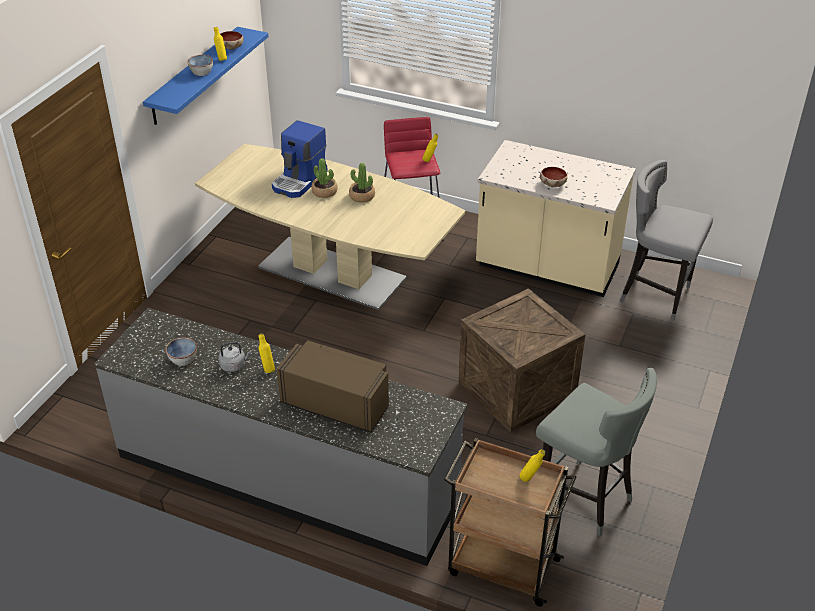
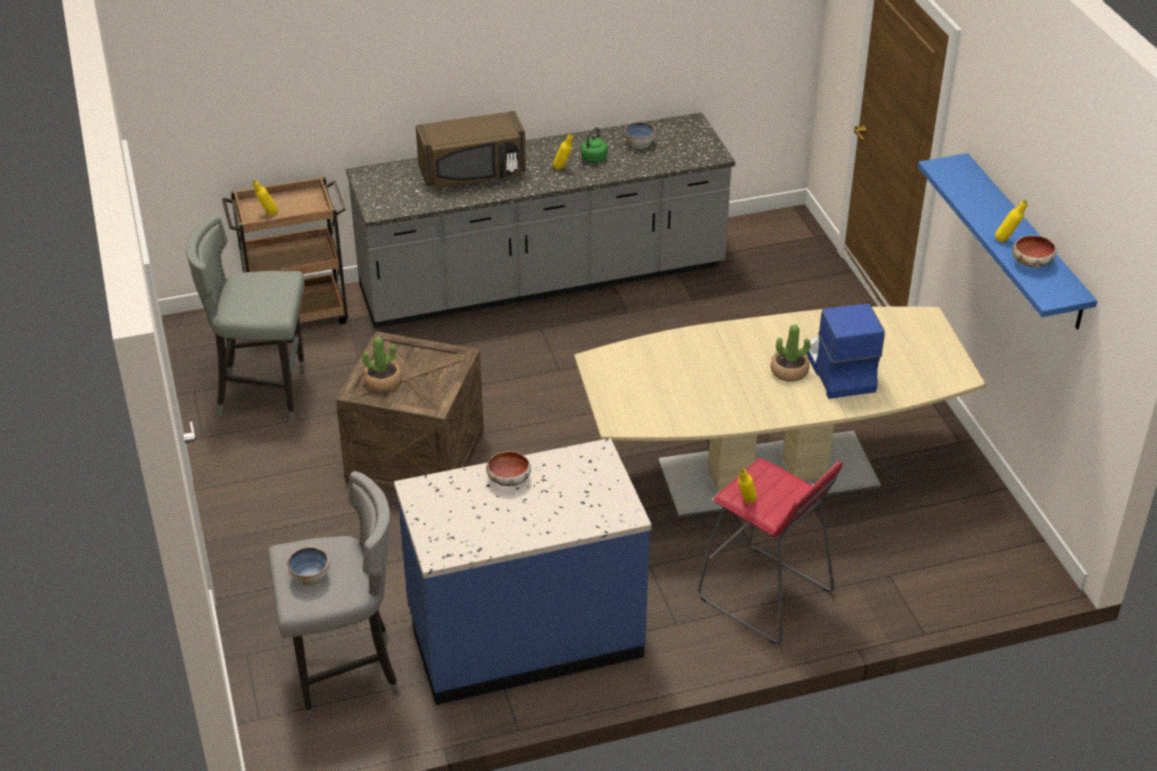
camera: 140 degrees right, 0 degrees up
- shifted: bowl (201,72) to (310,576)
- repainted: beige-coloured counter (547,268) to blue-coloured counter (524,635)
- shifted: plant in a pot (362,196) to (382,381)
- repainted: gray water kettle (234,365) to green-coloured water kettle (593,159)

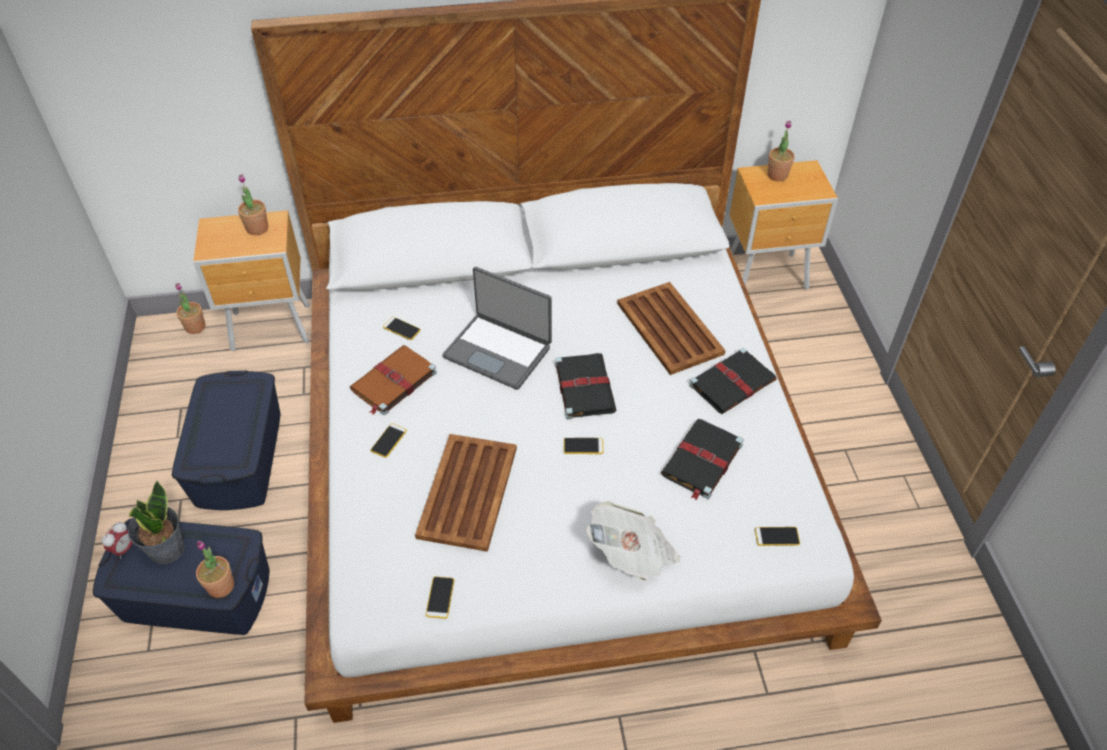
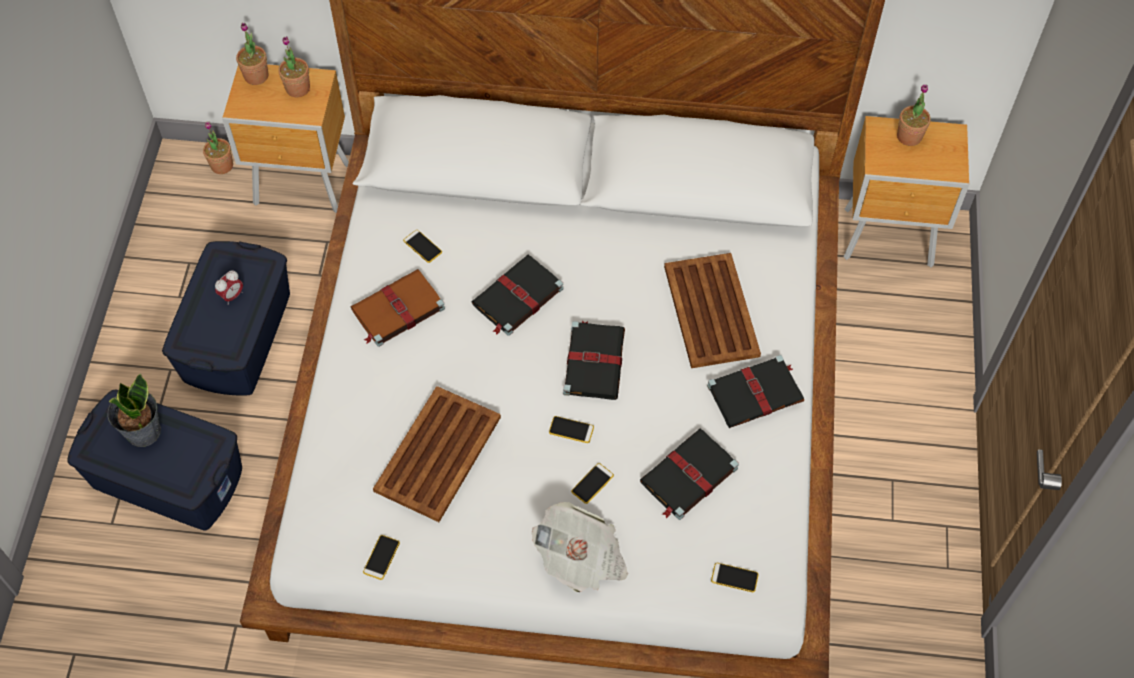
camera: 15 degrees right, 10 degrees up
- swapped: portable computer (498,351) to black bound book (517,297)
- shifted: telephone (388,440) to (592,483)
- shifted: table clock (124,549) to (232,296)
- shifted: plant in a pot (221,586) to (256,76)

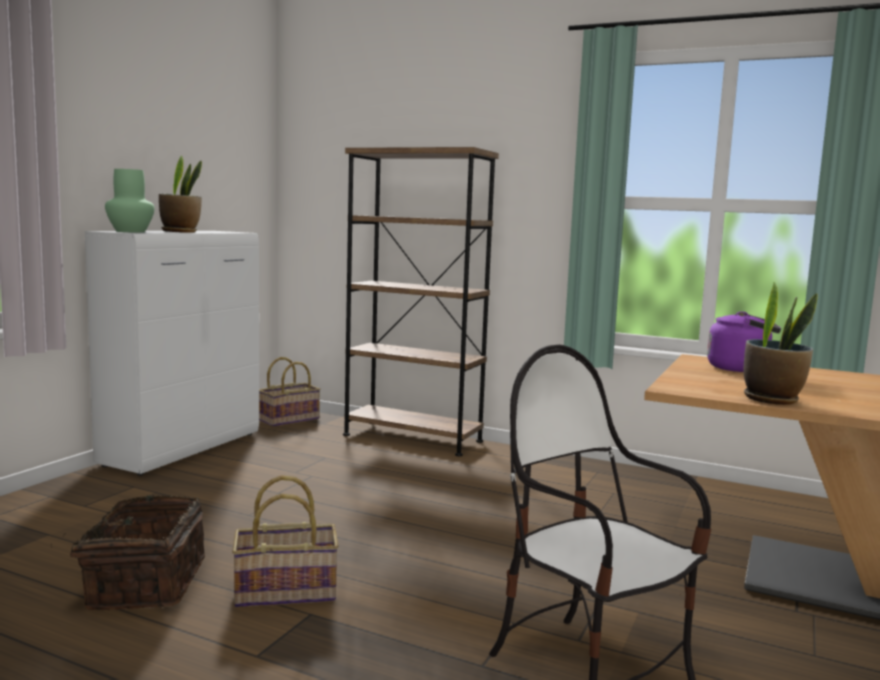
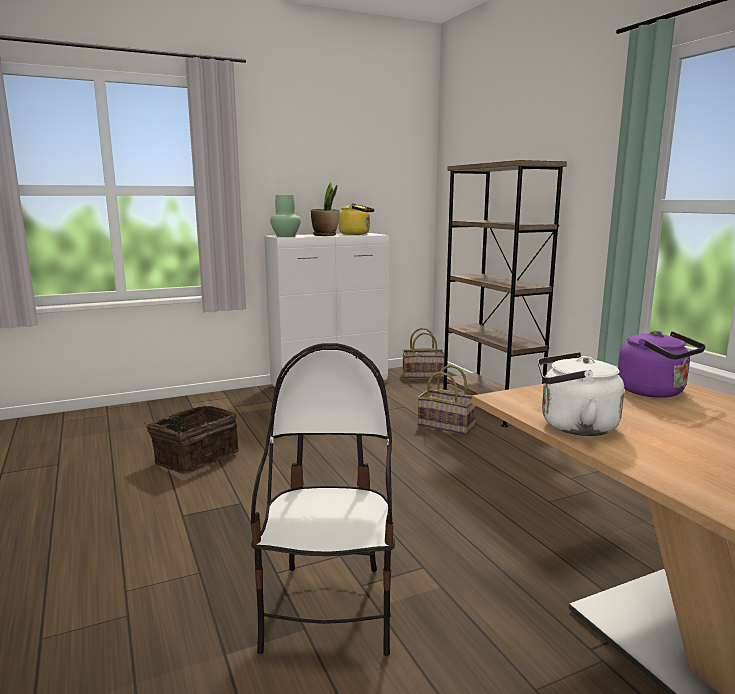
camera: 40 degrees right, 5 degrees up
- swapped: plant in a pot (772,399) to white water kettle (573,426)
- shifted: household basket (286,591) to (446,425)
- new: yellowish water kettle (356,234)

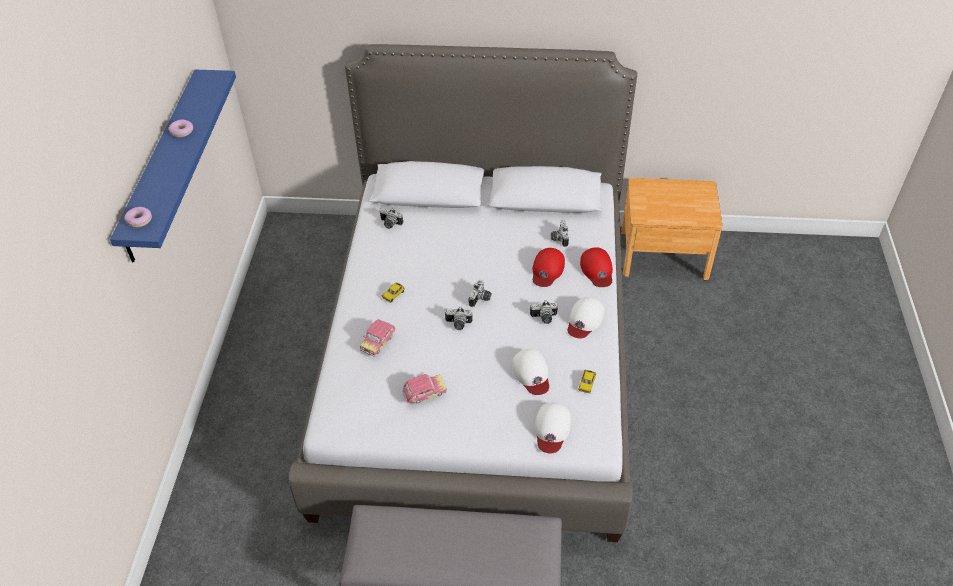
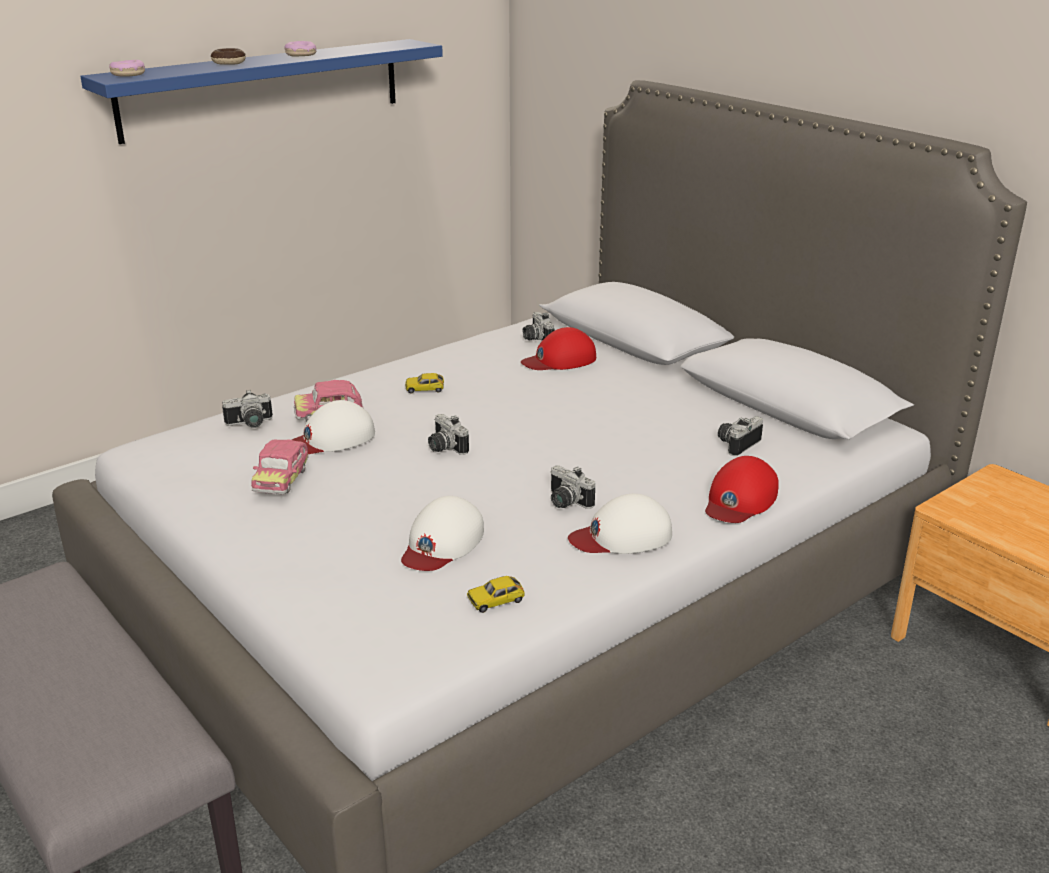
camera: 45 degrees right, 20 degrees down
- shifted: red baseball cap (547,270) to (559,360)
- shifted: still camera (481,299) to (250,424)
- rotated: model car (424,393) = (282,479) 75 degrees clockwise
- shifted: white baseball cap (552,429) to (332,438)
- new: ring doughnut (229,63)

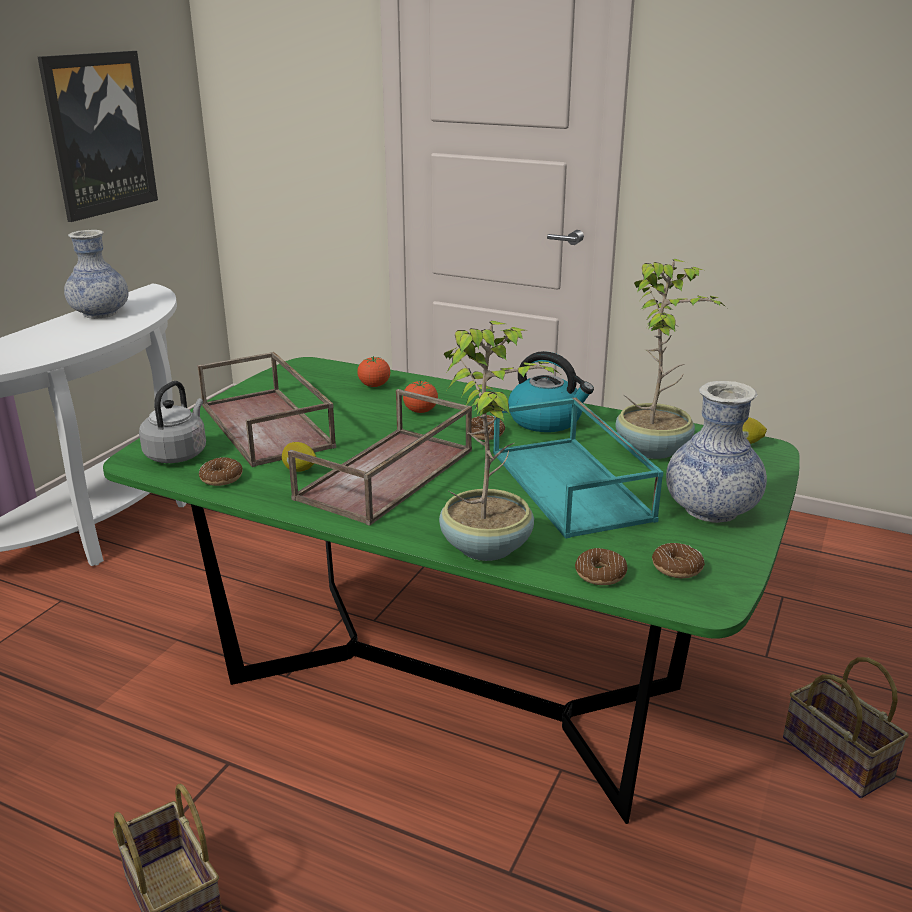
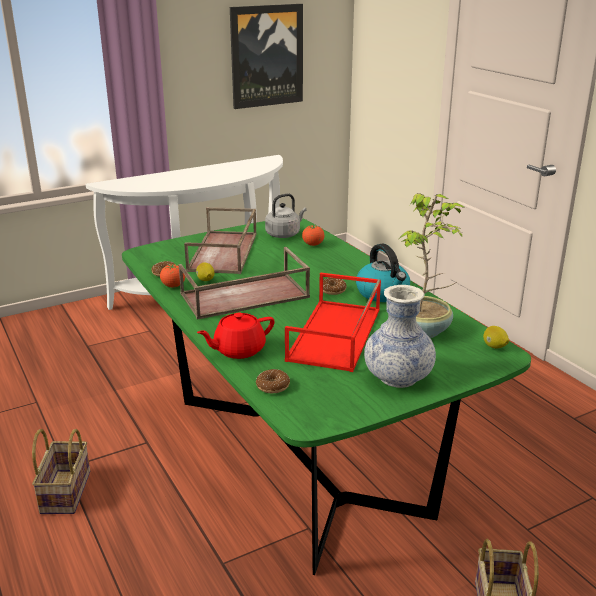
camera: 35 degrees right, 0 degrees up
- gone: vase (100,313)
- swapped: plant in a pot (487,545) to red pot for tea (238,350)
- shifted: fresh tomato (420,411) to (173,286)
- shifted: gray water kettle (178,454) to (284,234)
- repainted: turquoise-coloured carrying tray (572,485) to red carrying tray (336,335)
- gone: ring doughnut (677,568)

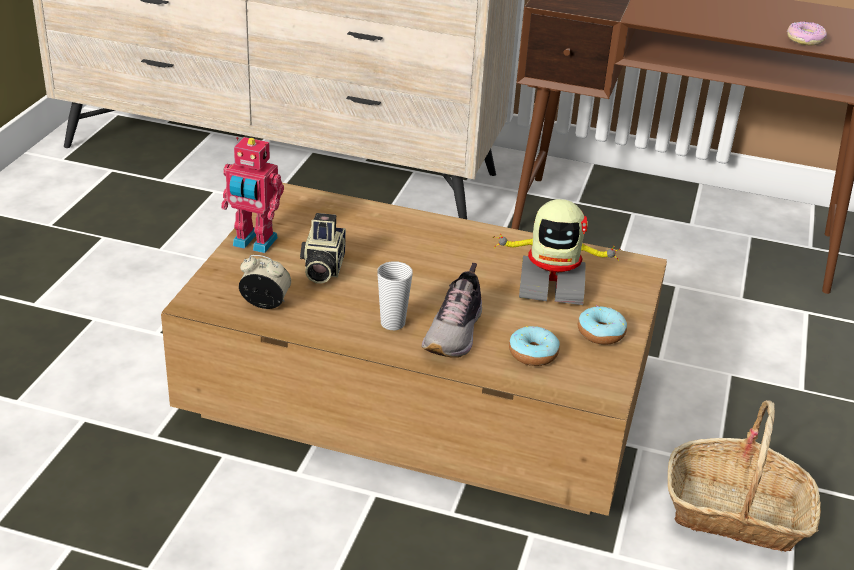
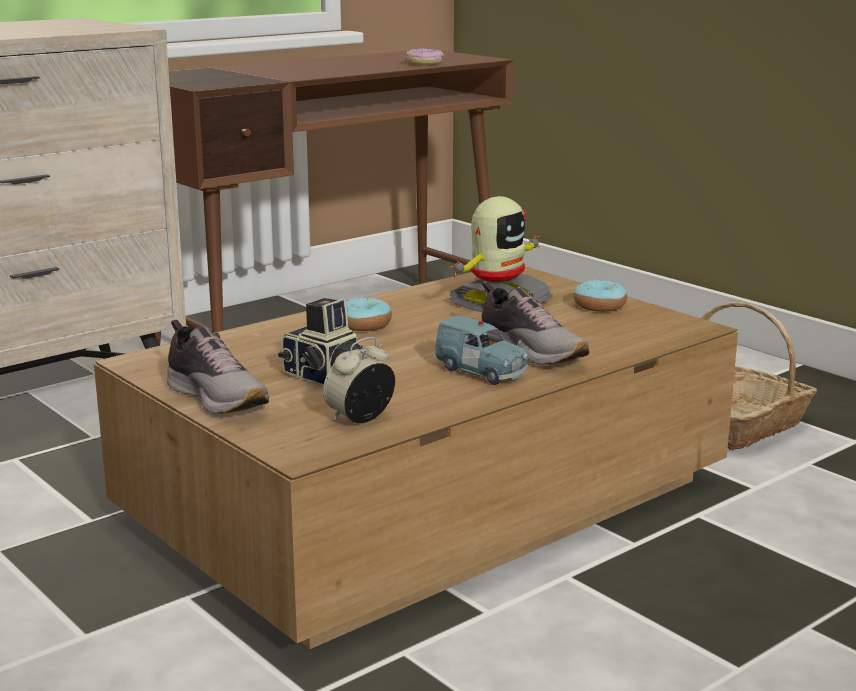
camera: 55 degrees left, 15 degrees down
- swapped: robot figure (253,243) to low shoe (218,398)
- swapped: small cup (392,323) to blue-coloured model car (481,372)
- shifted: ring doughnut (533,354) to (364,325)

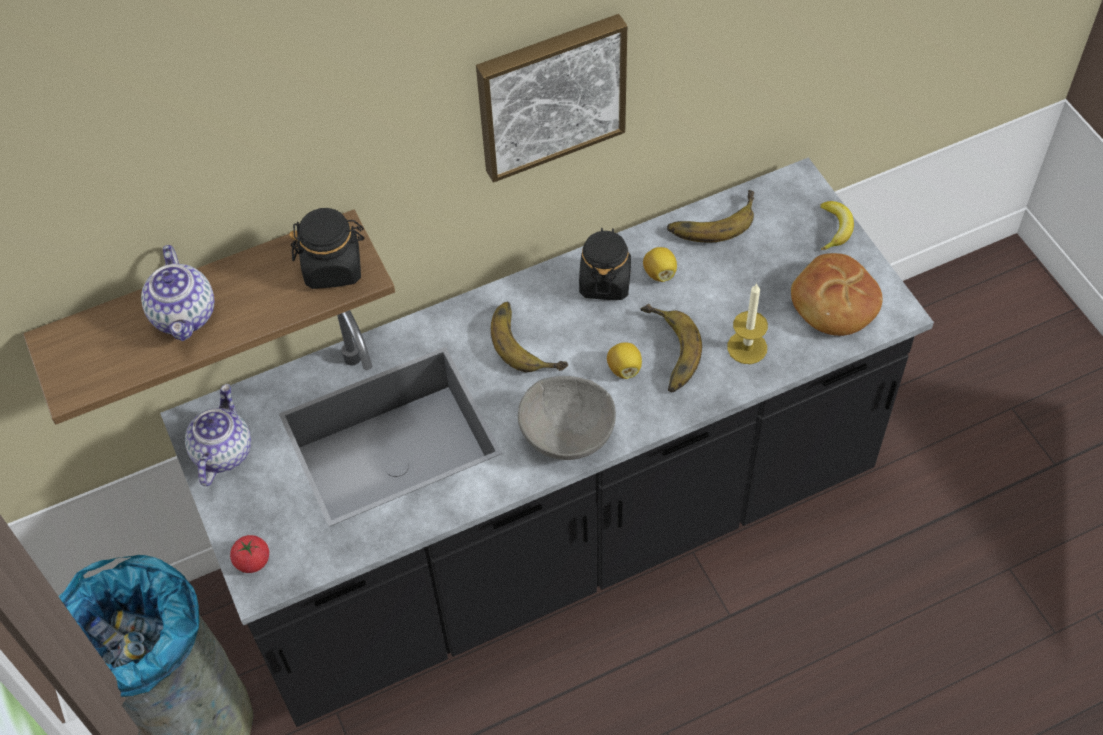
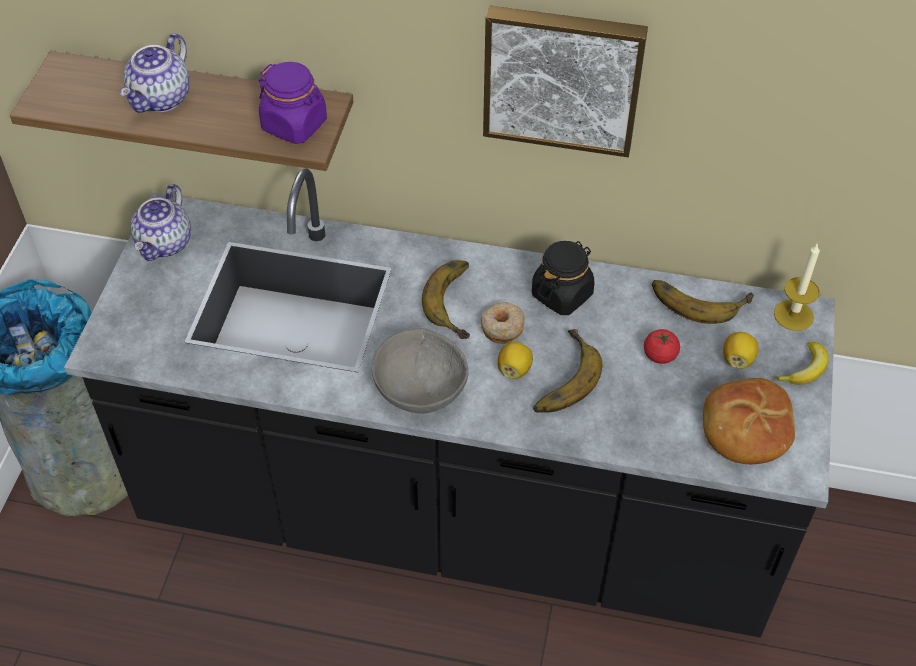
camera: 35 degrees right, 5 degrees down
- repainted: black jar (333,267) to purple-coloured jar (295,125)
- shifted: lemon (659,273) to (737,359)
- shifted: wax candle (747,347) to (793,315)
- rotated: pot for tea (222,452) = (165,244) 150 degrees clockwise
- shifted: fresh tomato (252,561) to (660,355)
- new: ring doughnut (502,327)

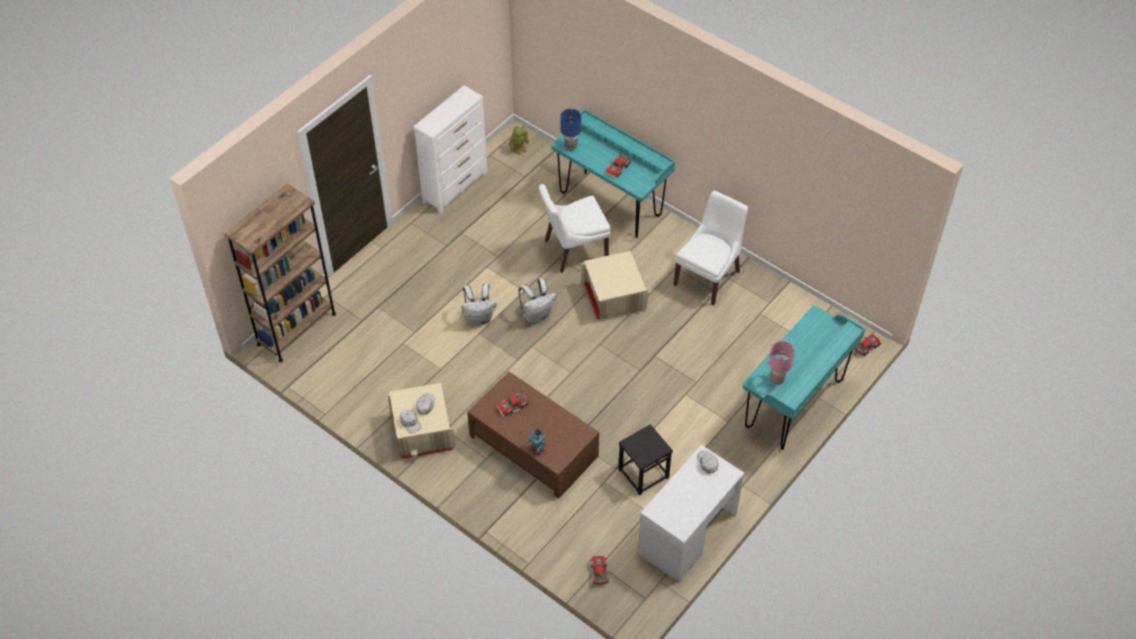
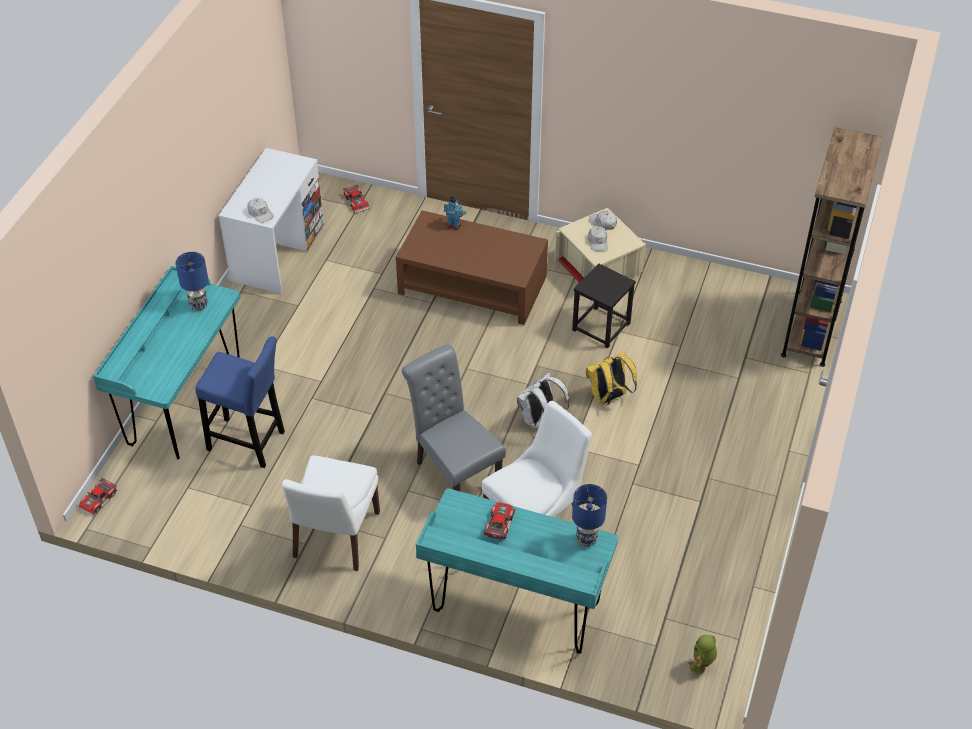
camera: 160 degrees right, 5 degrees down
- gone: white drawer chest (455,187)
- swapped: beige-coloured storage box (613,297) to gray upright chair (454,471)
- repainted: white rucksack (479,319) to yellowish rucksack (608,397)
- repainted: pinkish lamp for a table (777,379) to blue-coloured lamp for a table (198,306)
- gone: model car (513,407)
- shifted: black stool (643,473) to (601,327)
- new: blue-coloured stool (249,443)

